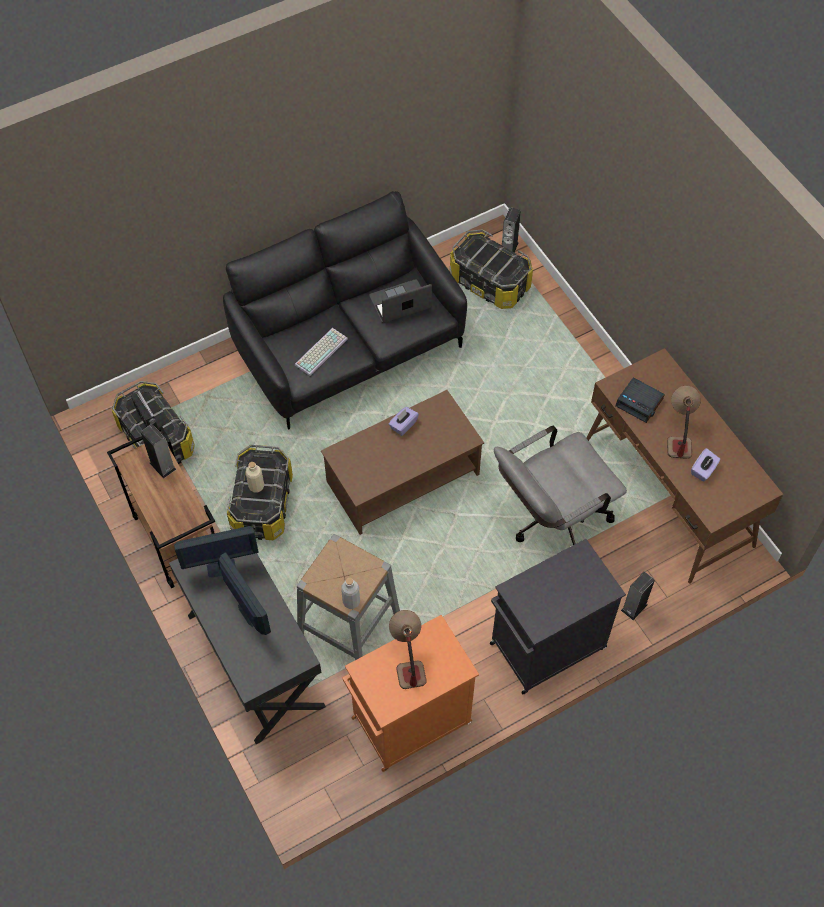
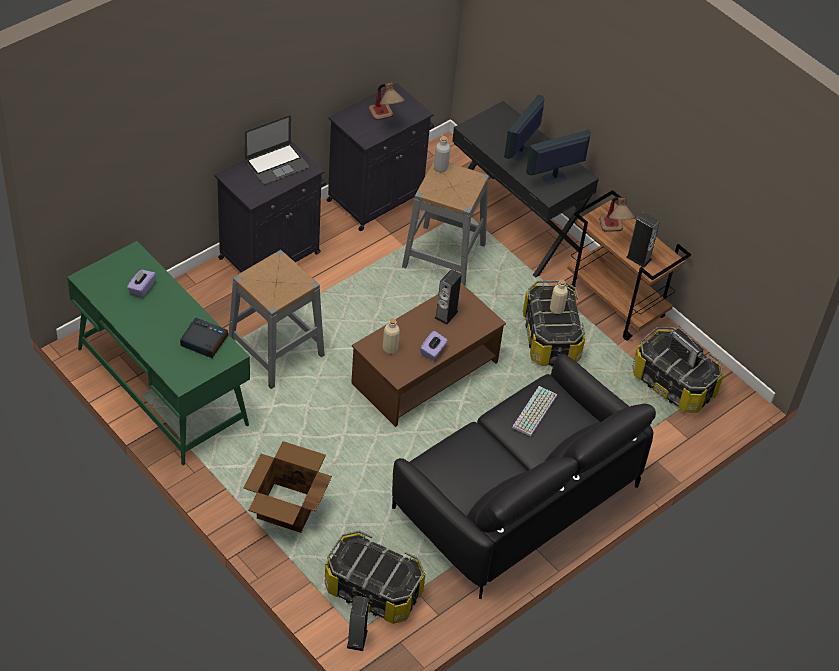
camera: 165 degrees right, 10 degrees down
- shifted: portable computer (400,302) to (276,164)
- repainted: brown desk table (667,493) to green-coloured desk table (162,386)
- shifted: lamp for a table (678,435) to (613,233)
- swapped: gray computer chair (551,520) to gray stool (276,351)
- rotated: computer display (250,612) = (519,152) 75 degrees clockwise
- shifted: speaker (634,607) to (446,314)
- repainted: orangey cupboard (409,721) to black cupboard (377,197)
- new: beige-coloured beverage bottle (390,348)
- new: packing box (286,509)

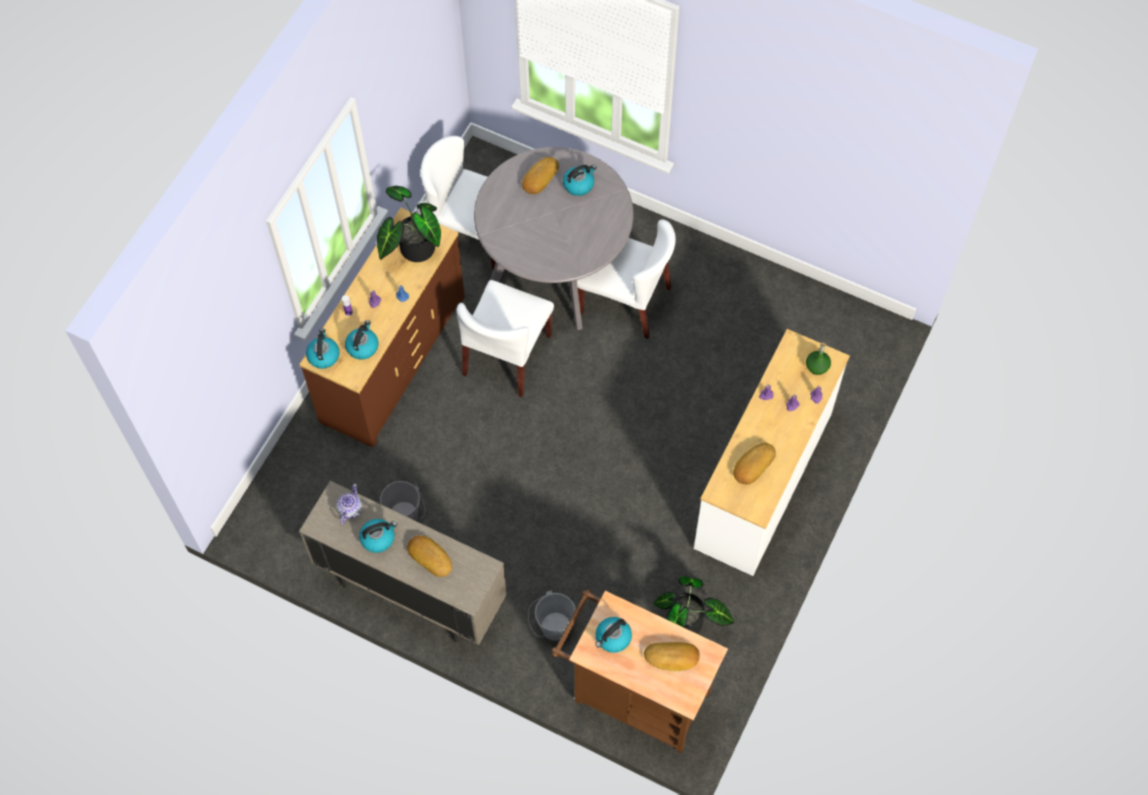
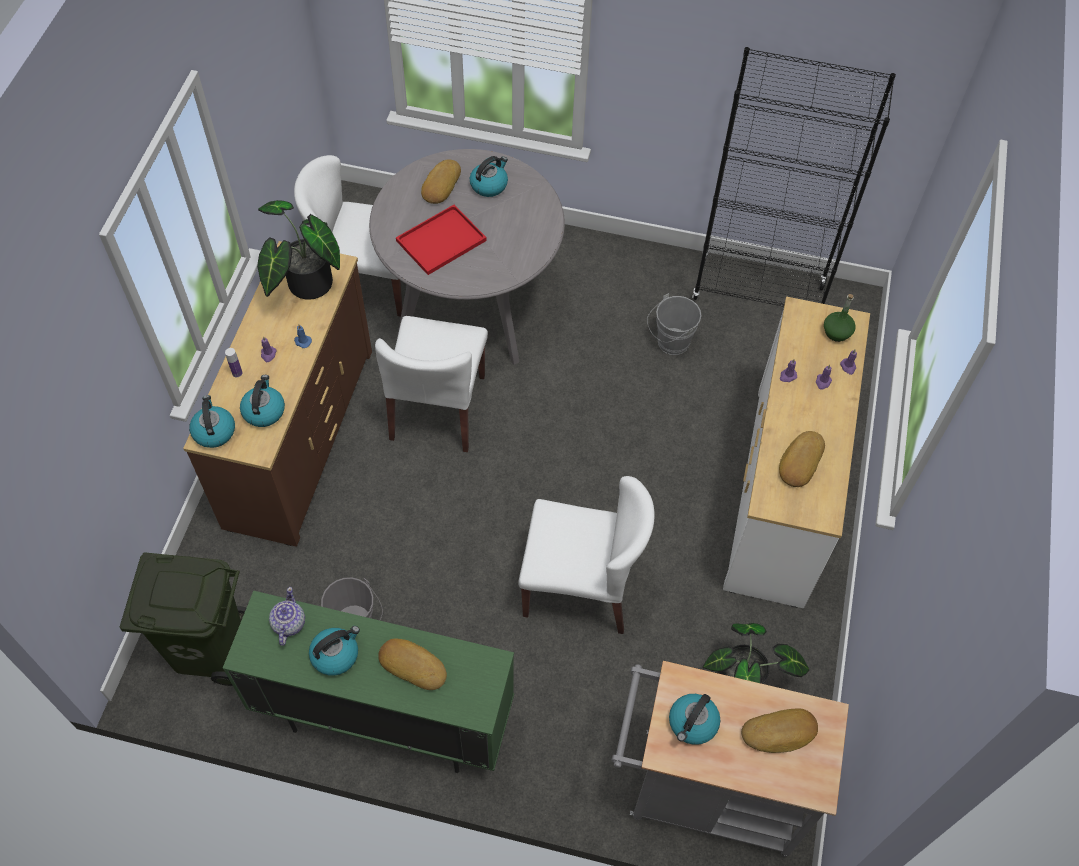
camera: 15 degrees left, 5 degrees down
- shifted: white upright chair (626,300) to (580,586)
- repainted: beige-coloured cupboard (411,592) to green-coloured cupboard (384,719)
- repainted: brown wheeled cart (634,694) to gray wheeled cart (704,791)
- shifted: gray water bucket (552,627) to (670,343)
- new: black bookcase (758,292)
- new: red carrying tray (442,239)
- new: green-coloured trash can (208,646)

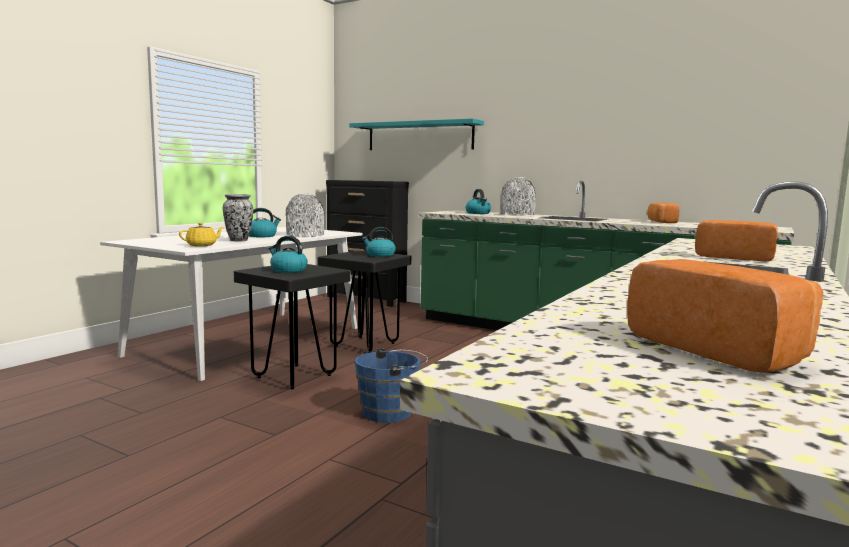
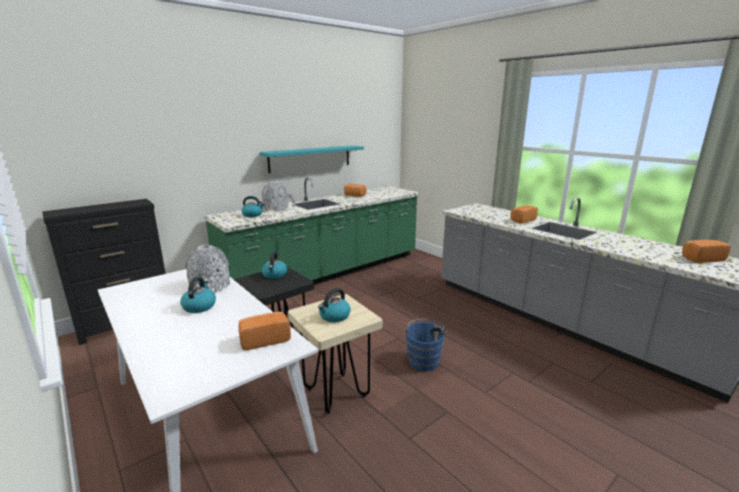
camera: 70 degrees left, 10 degrees up
- shifted: turquoise-coloured shelf (419,136) to (310,158)
- gone: vase (239,240)
- swapped: yellowish pot for tea (202,245) to baked bread (264,339)
- repainted: black stool (294,376) to beige-coloured stool (336,393)

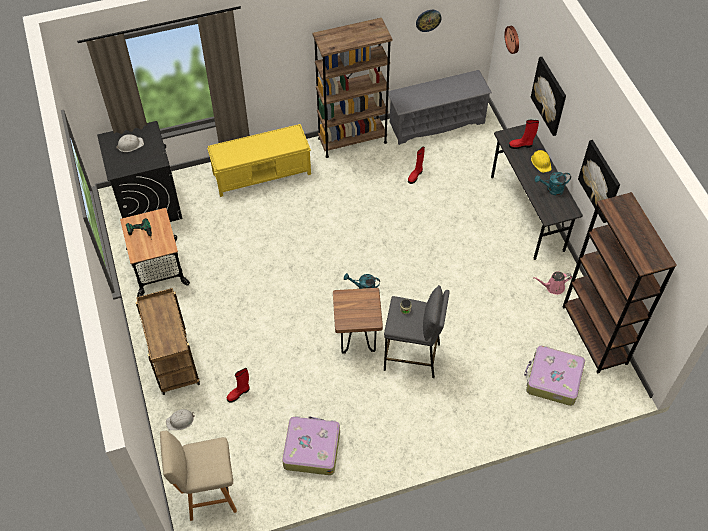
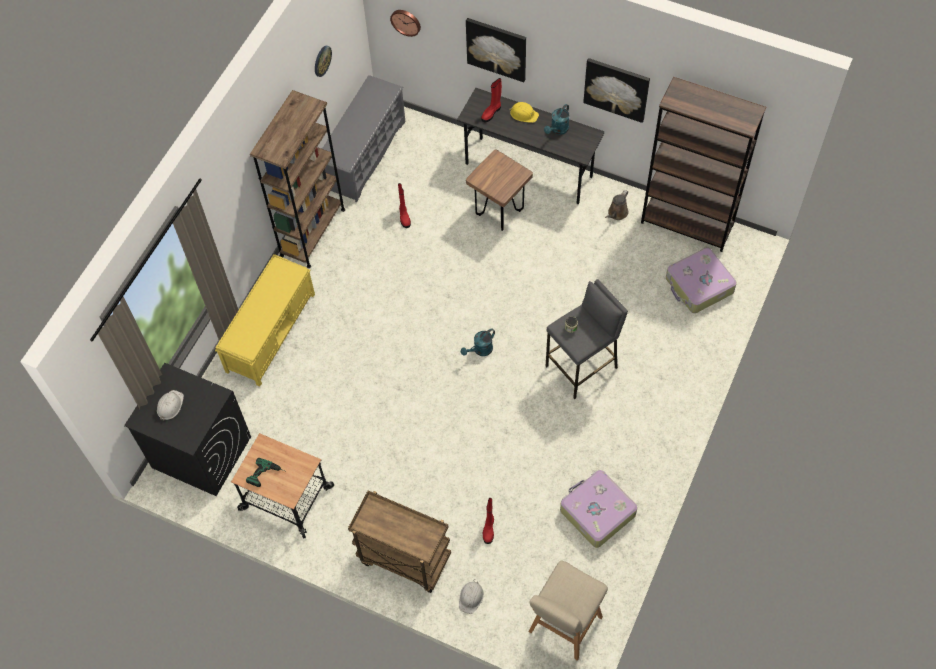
camera: 45 degrees left, 5 degrees up
- repainted: pinkish sprinkling can (553,287) to brown sprinkling can (617,213)
- shifted: brown stool (357,340) to (499,213)

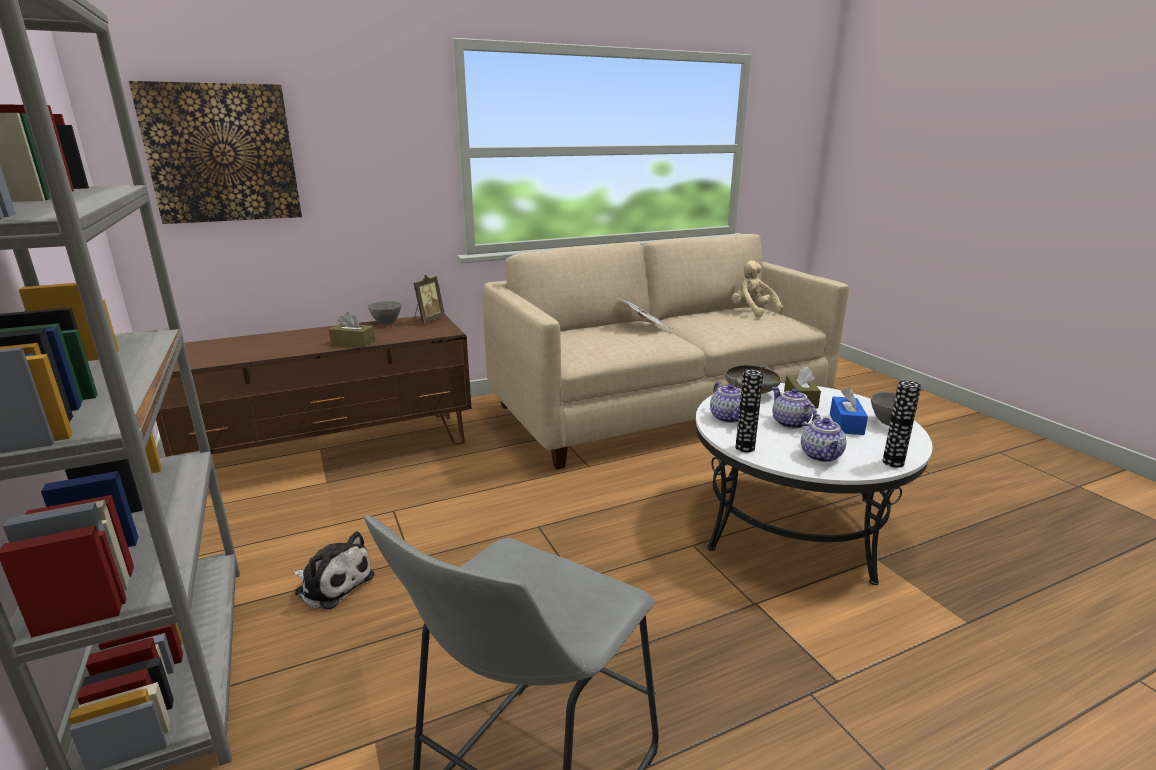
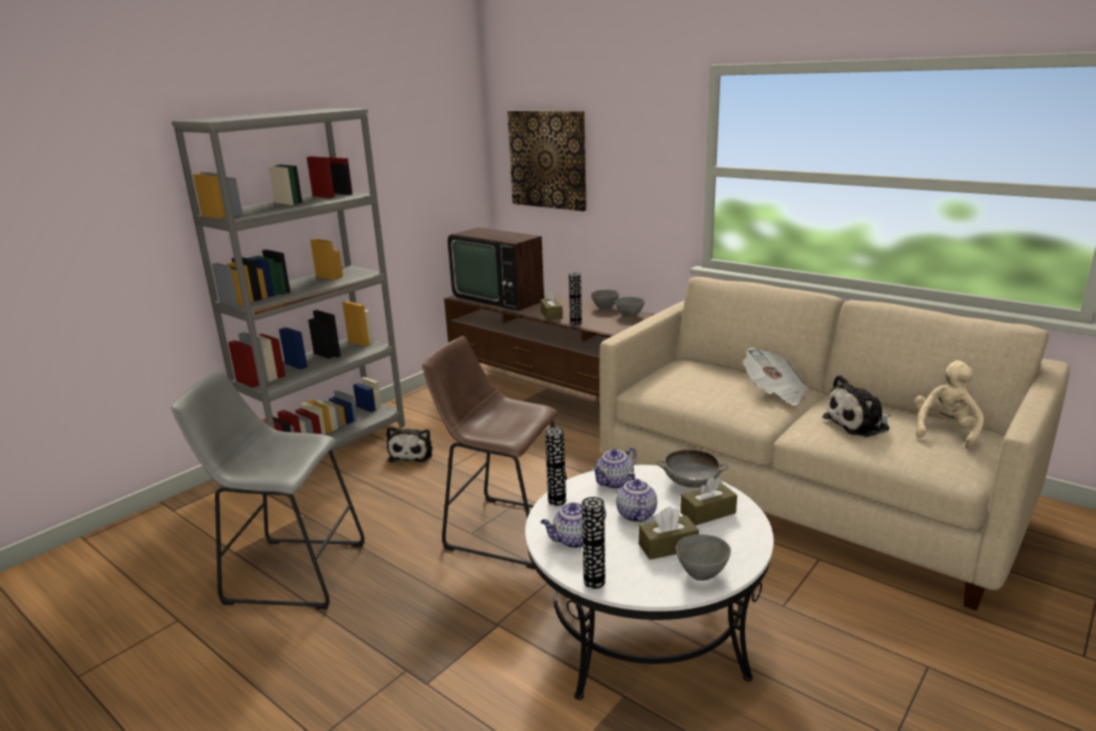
camera: 65 degrees right, 0 degrees up
- swapped: picture frame (428,320) to gray bowl (630,316)
- rotated: pot for tea (789,423) = (635,514) 45 degrees counterclockwise
- repainted: blue-coloured box of tissues (846,424) to brown box of tissues (668,546)
- new: television (500,297)
- new: vase (576,323)
- new: brown stool (503,529)
- new: cuddly toy (859,423)

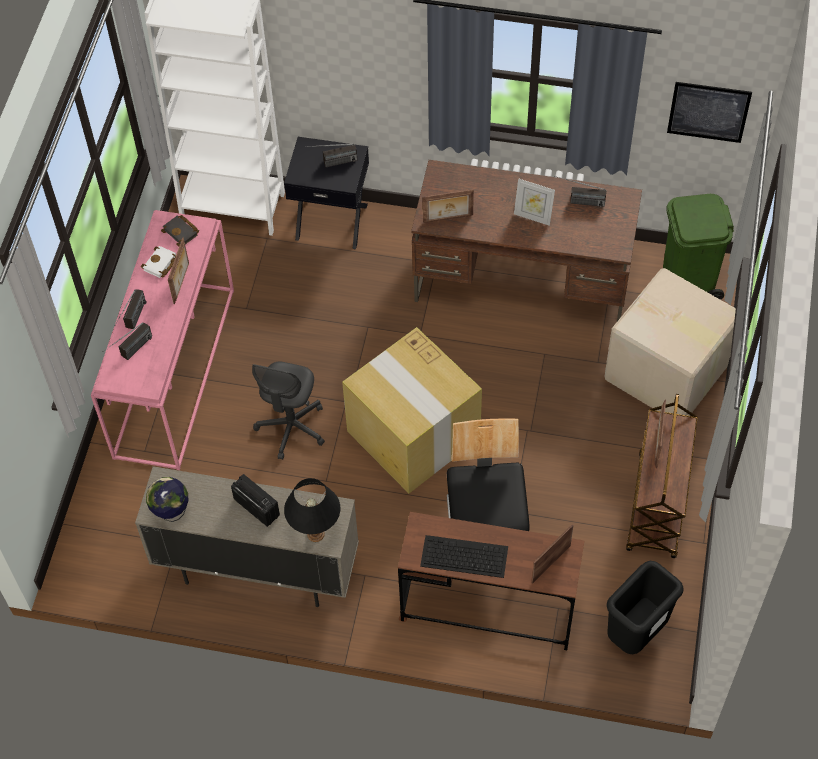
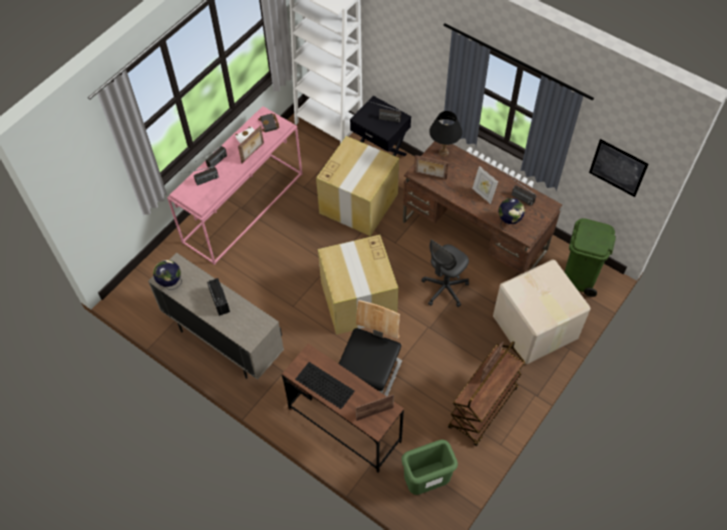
camera: 25 degrees right, 0 degrees up
- shifted: gray computer chair (291,428) to (444,289)
- shifted: black lamp for a table (315,534) to (443,152)
- repainted: black trash can (635,632) to green-coloured trash can (426,481)
- new: packing box (359,203)
- new: globe (509,222)

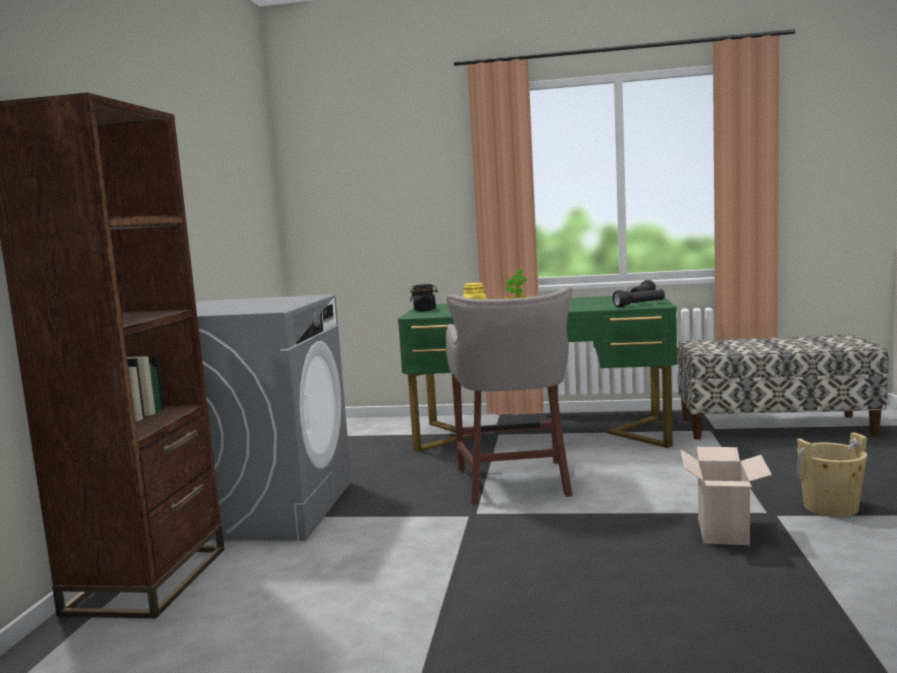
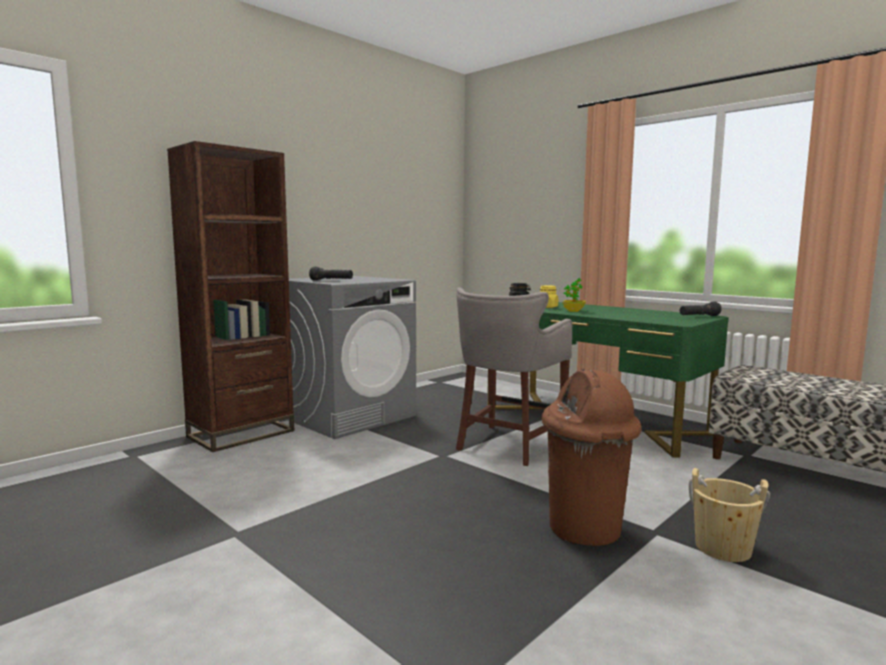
camera: 35 degrees right, 0 degrees up
- shifted: black hand torch (639,305) to (331,280)
- swapped: packing box (725,532) to brown trash can (585,529)

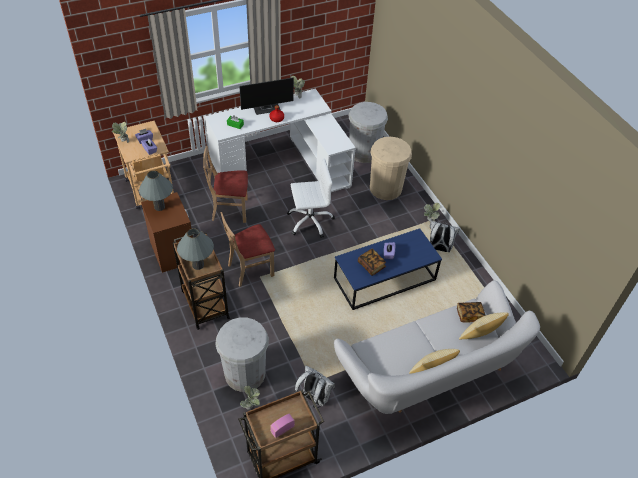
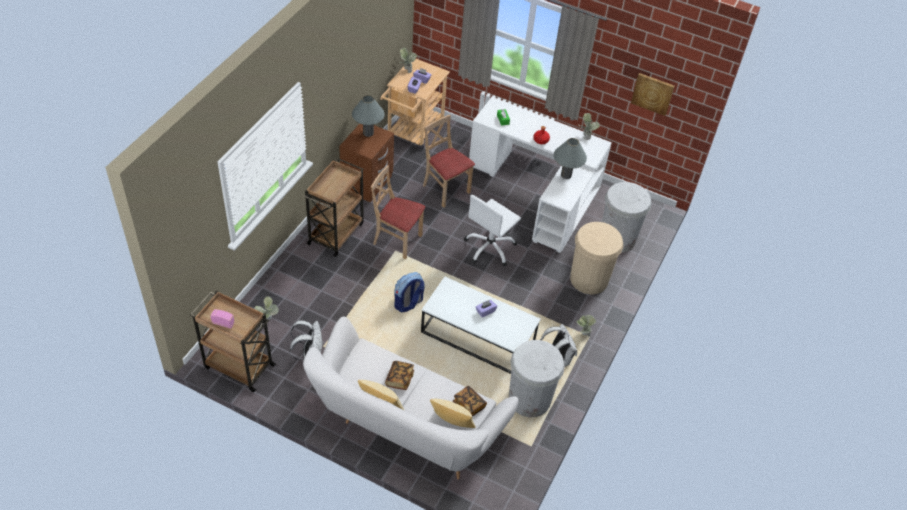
camera: 50 degrees right, 0 degrees up
- gone: computer display (267,108)
- rotated: white computer chair (310,221) = (490,248) 90 degrees clockwise
- shifted: gray lamp for a table (198,265) to (566,175)
- repainted: blue-coloured coffee table (384,279) to white coffee table (478,337)
- shifted: bound book (371,266) to (399,379)
- shifted: white trash can (245,373) to (529,399)
- new: picture (652,93)
- new: rucksack (408,303)

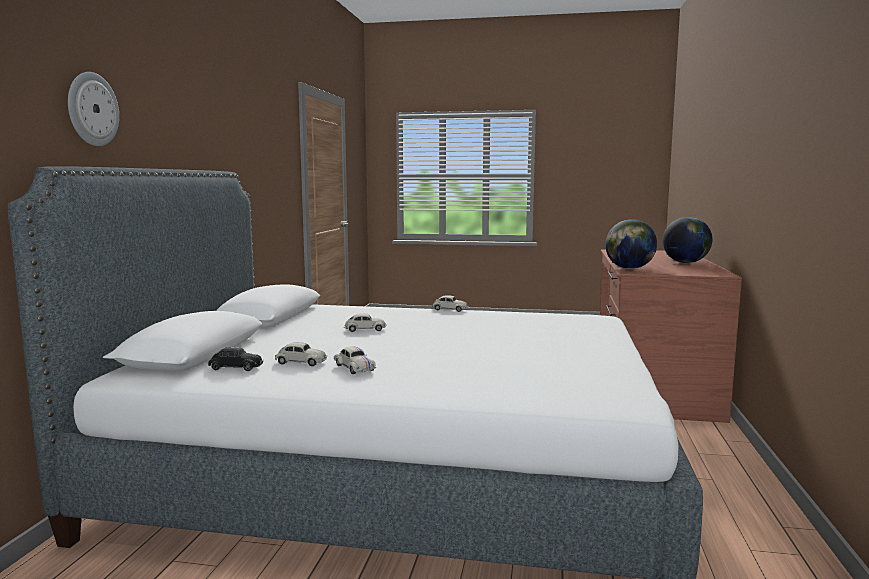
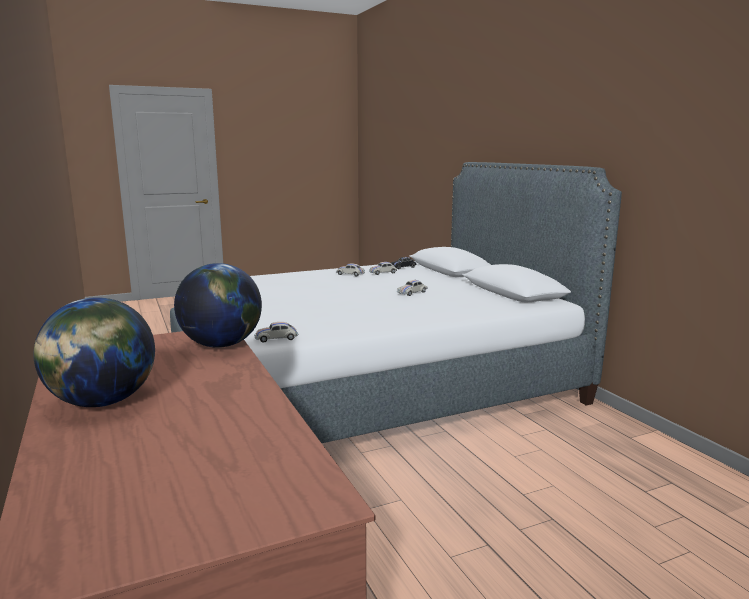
camera: 145 degrees right, 5 degrees up
- gone: clock on the wall (92,109)
- shifted: white model car (450,309) to (276,338)

